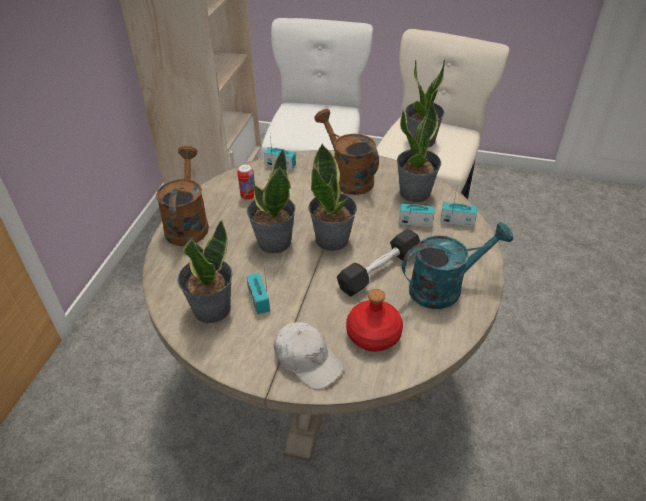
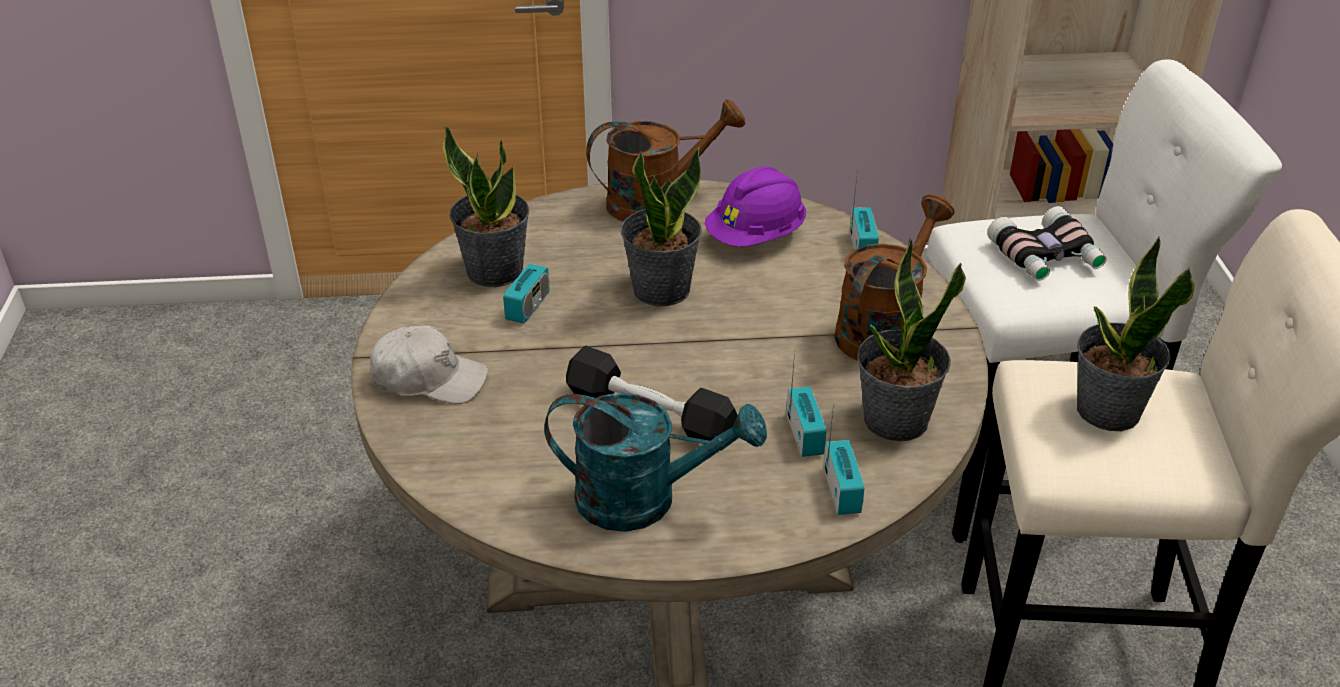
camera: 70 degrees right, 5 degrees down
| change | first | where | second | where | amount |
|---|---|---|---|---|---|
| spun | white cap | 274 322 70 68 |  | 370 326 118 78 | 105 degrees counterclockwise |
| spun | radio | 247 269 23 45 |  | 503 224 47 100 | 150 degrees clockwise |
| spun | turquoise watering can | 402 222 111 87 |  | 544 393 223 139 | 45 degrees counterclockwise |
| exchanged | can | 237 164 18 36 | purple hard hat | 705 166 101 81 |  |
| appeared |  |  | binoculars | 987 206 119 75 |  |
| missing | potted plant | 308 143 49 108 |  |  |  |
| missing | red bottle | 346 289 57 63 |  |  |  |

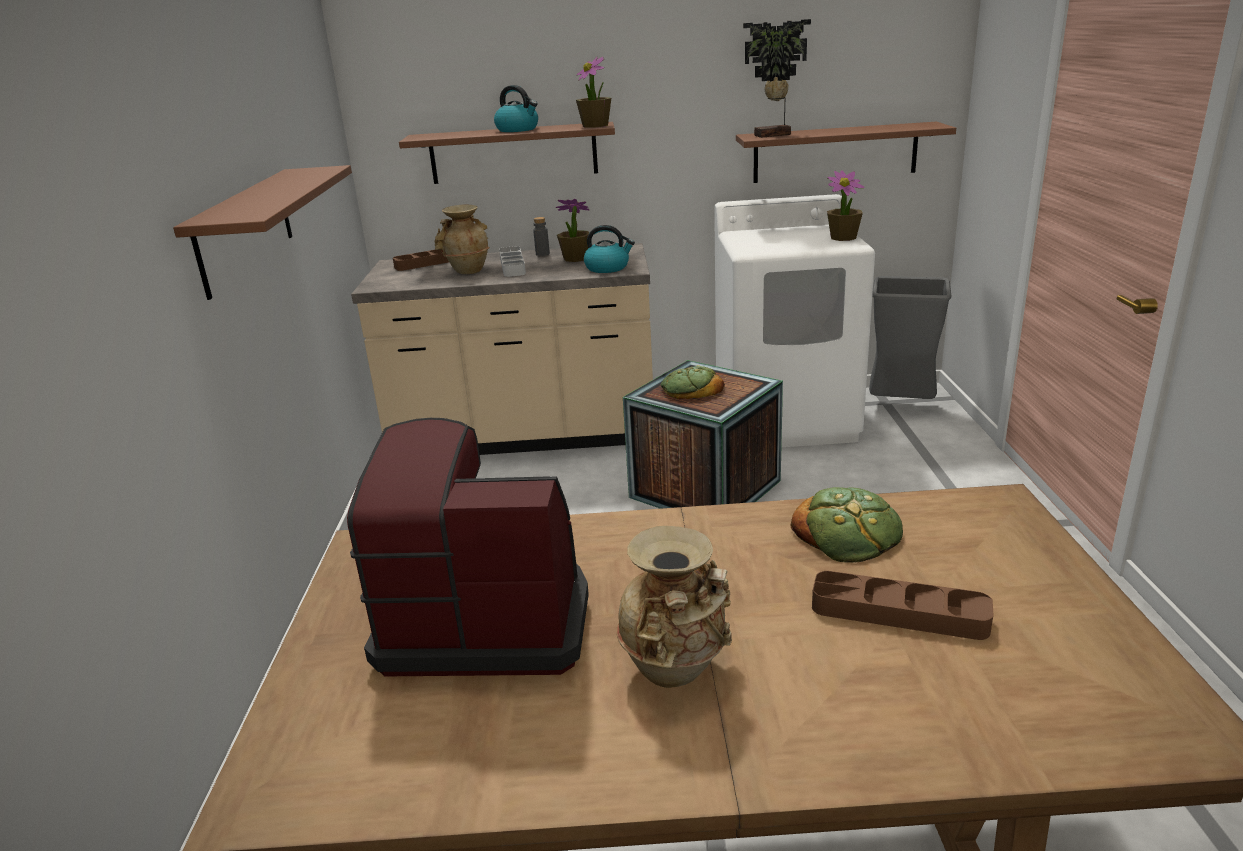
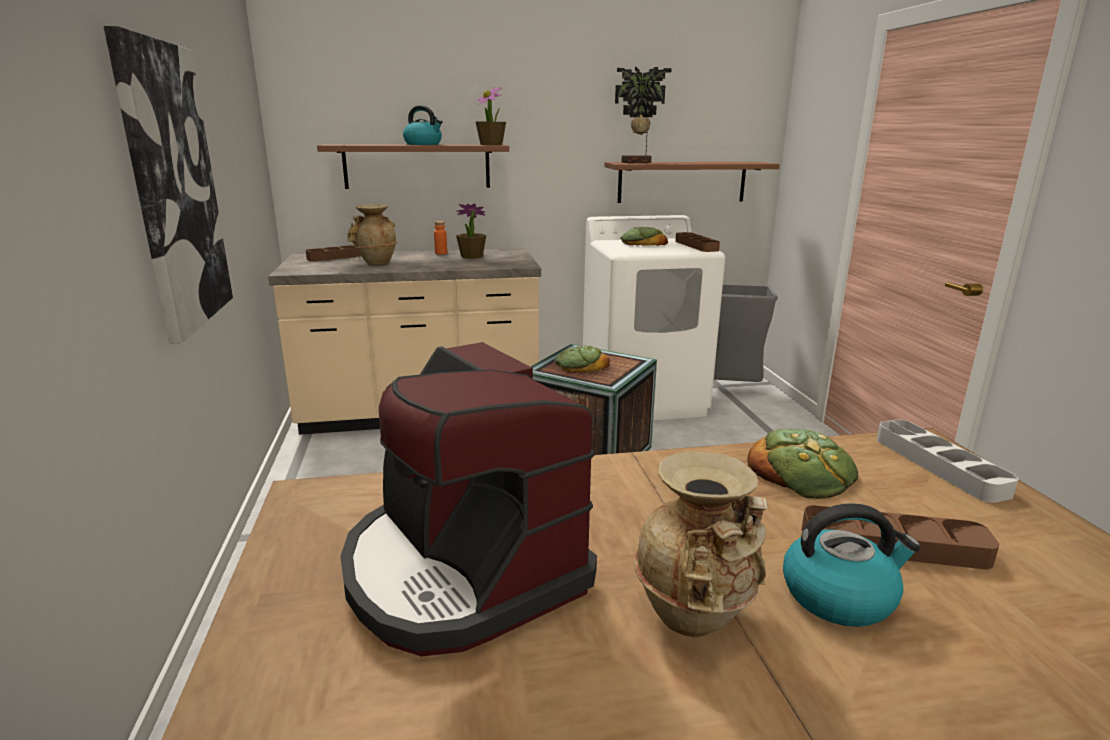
camera: 10 degrees left, 5 degrees down
| change | first | where | second | where | amount |
|---|---|---|---|---|---|
| exchanged | brown shelf | 173 165 179 135 | picture | 104 26 129 318 |  |
| spun | coffee machine | 347 418 242 259 |  | 340 342 257 314 | 120 degrees counterclockwise |
| colour | grey bottle | 533 217 17 39 | orange bottle | 434 221 13 33 |  |
| appeared |  |  | bread | 620 227 48 19 |  |
| exchanged | potted plant | 827 171 37 70 | brown tray | 675 232 45 20 |  |
| relocated | kettle | 584 225 51 48 |  | 783 503 138 124 |  |
| relocated | grey tray | 499 246 27 31 |  | 877 420 141 83 |  |

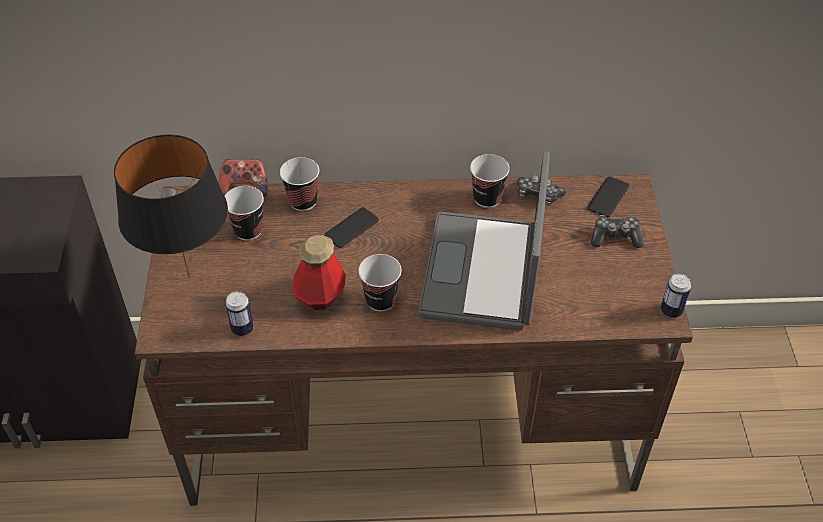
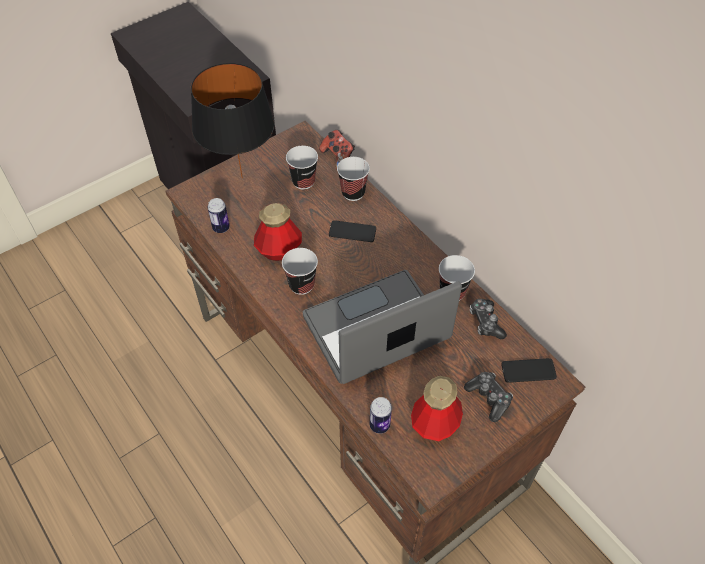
camera: 55 degrees right, 5 degrees up
| change | first | where | second | where | amount |
|---|---|---|---|---|---|
| relocated | can | 661 273 30 45 |  | 370 397 22 37 |  |
| appeared |  |  | bottle | 411 376 52 65 |  |

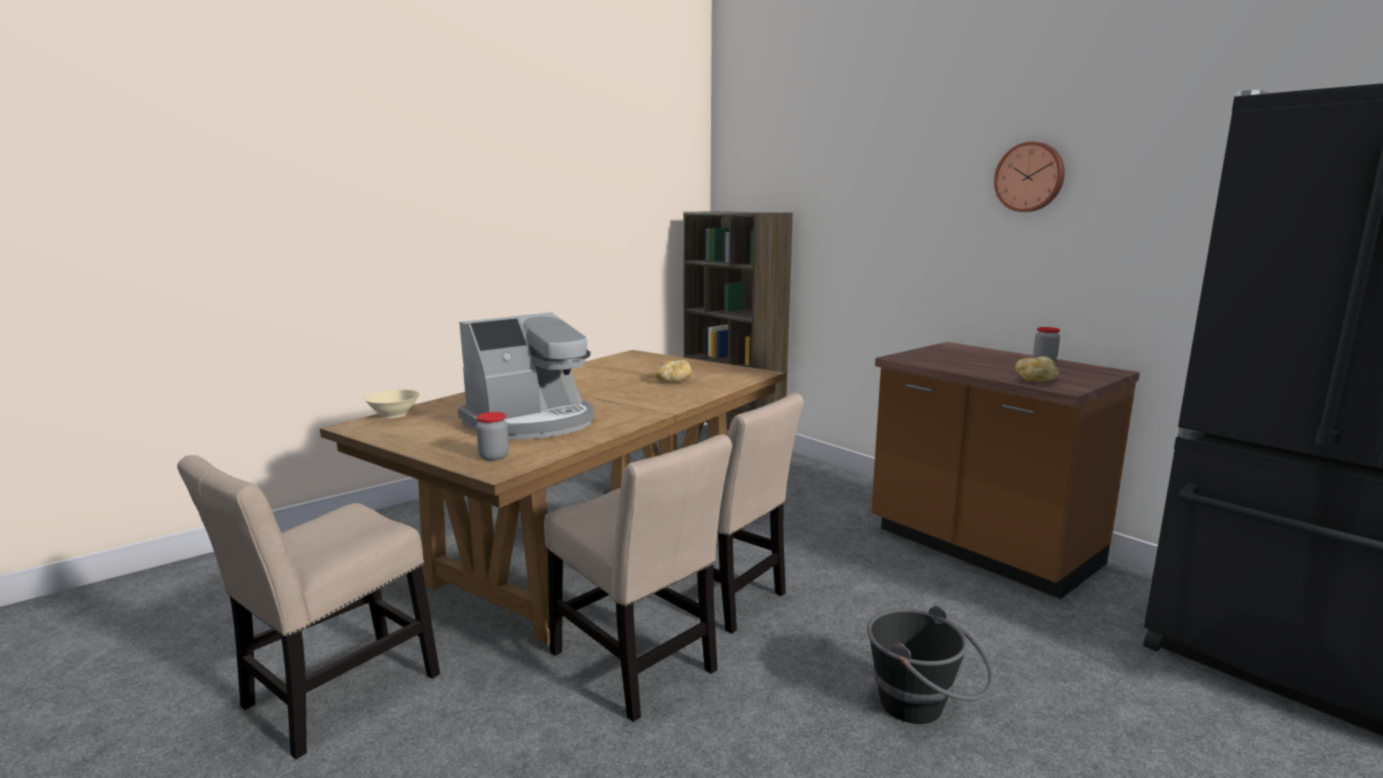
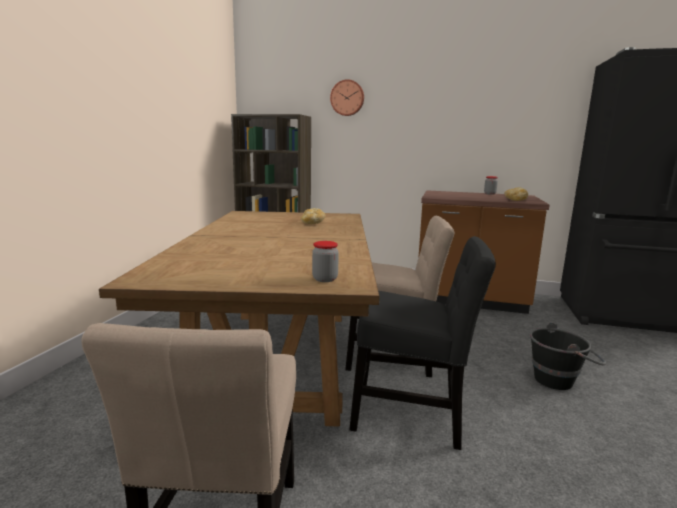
camera: 35 degrees left, 0 degrees up
| change | first | where | second | where | amount |
|---|---|---|---|---|---|
| relocated | wall clock | 994 142 71 70 |  | 330 79 34 37 |  |
| colour | beige chair | 544 434 188 288 | black chair | 349 236 147 214 |  |
| missing | beige bowl | 364 390 56 28 |  |  |  |
| missing | coffee machine | 458 312 136 128 |  |  |  |

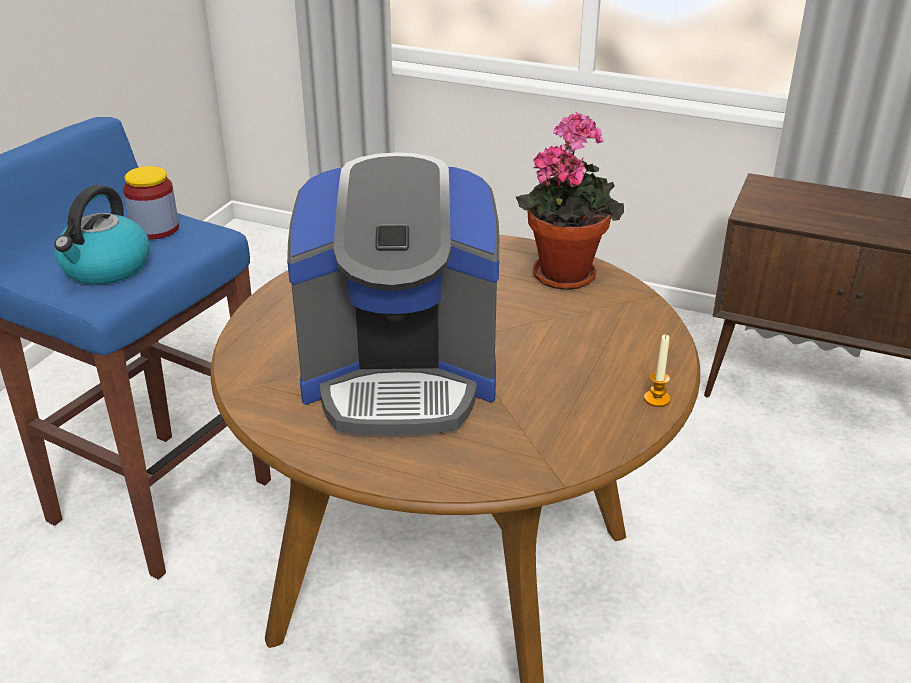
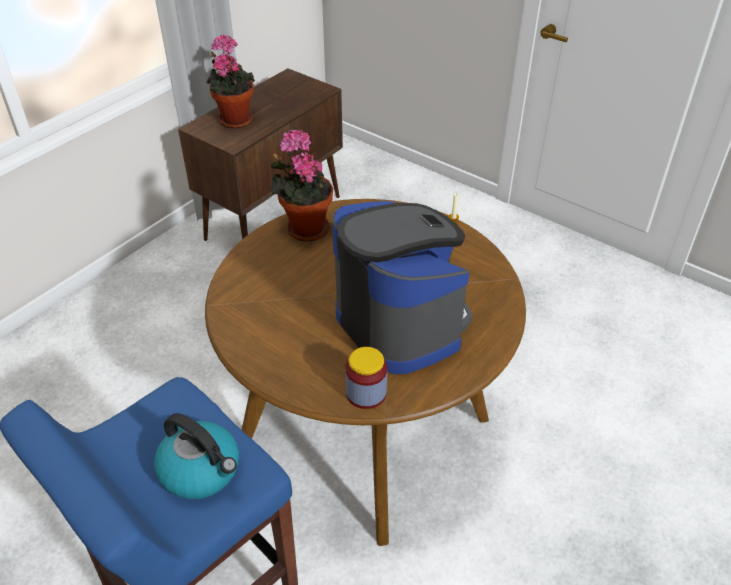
camera: 75 degrees left, 10 degrees up
| change | first | where | second | where | amount |
|---|---|---|---|---|---|
| appeared |  |  | potted plant | 206 35 49 94 |  |
| spun | coffee machine | 287 152 213 283 |  | 332 201 141 173 | 45 degrees counterclockwise |
| relocated | jar | 123 166 56 74 |  | 345 347 42 62 |  |

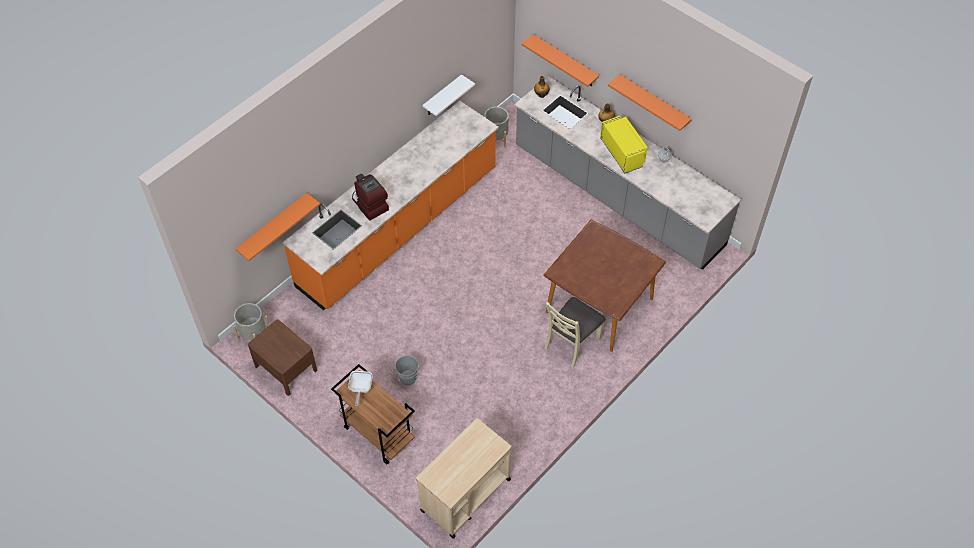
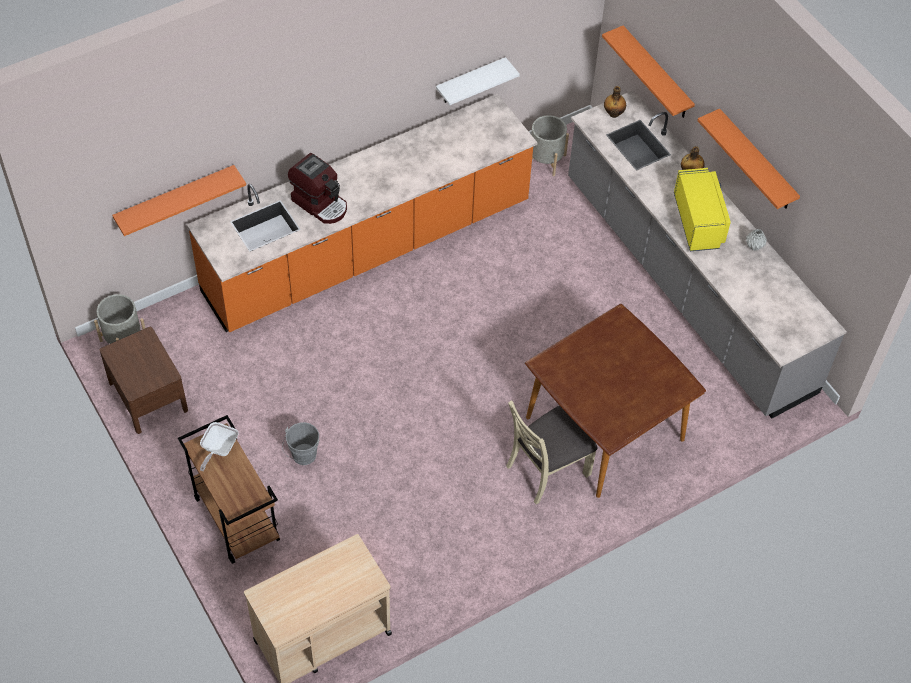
camera: 15 degrees right, 0 degrees up
| change | first | where | second | where | amount |
|---|---|---|---|---|---|
| spun | coffee machine | 352 174 37 47 |  | 288 153 59 71 | 150 degrees clockwise |

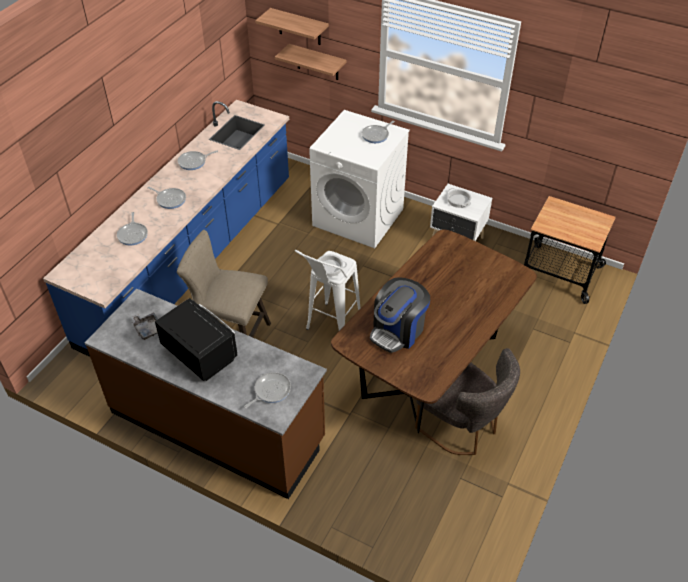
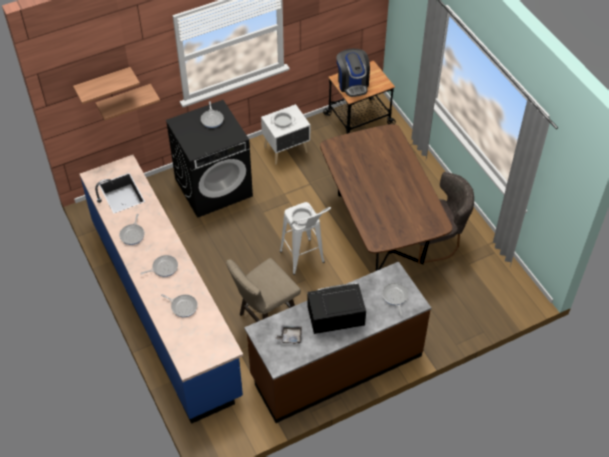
camera: 55 degrees left, 5 degrees up
| change | first | where | second | where | amount |
|---|---|---|---|---|---|
| colour | white washing machine | 309 110 101 138 | black washing machine | 166 100 87 118 |  |
| relocated | coffee machine | 370 277 60 76 |  | 336 49 34 48 |  |

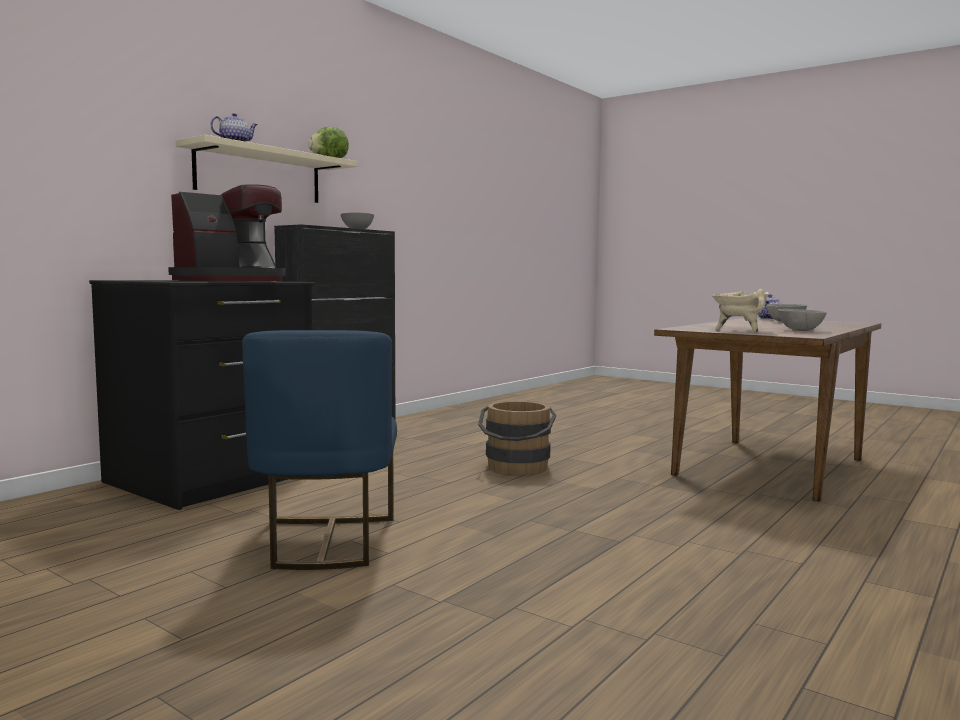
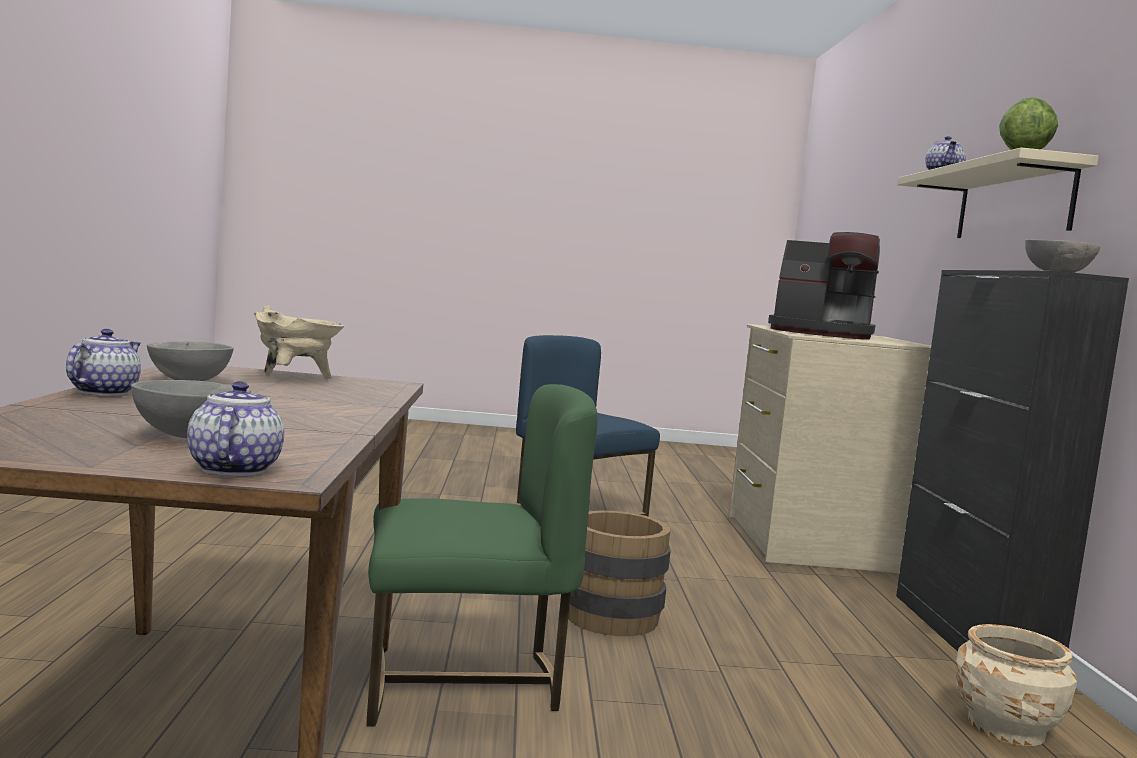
camera: 140 degrees right, 0 degrees up
| change | first | where | second | where | amount |
|---|---|---|---|---|---|
| appeared |  |  | teapot | 66 329 75 67 |  |
| appeared |  |  | green chair | 367 384 231 343 |  |
| colour | black dresser | 89 280 225 230 | beige dresser | 729 324 202 249 |  |
| spun | coffee machine | 168 184 117 97 |  | 768 232 112 108 | 75 degrees counterclockwise |
| appeared |  |  | beige planter | 956 624 121 122 |  |

